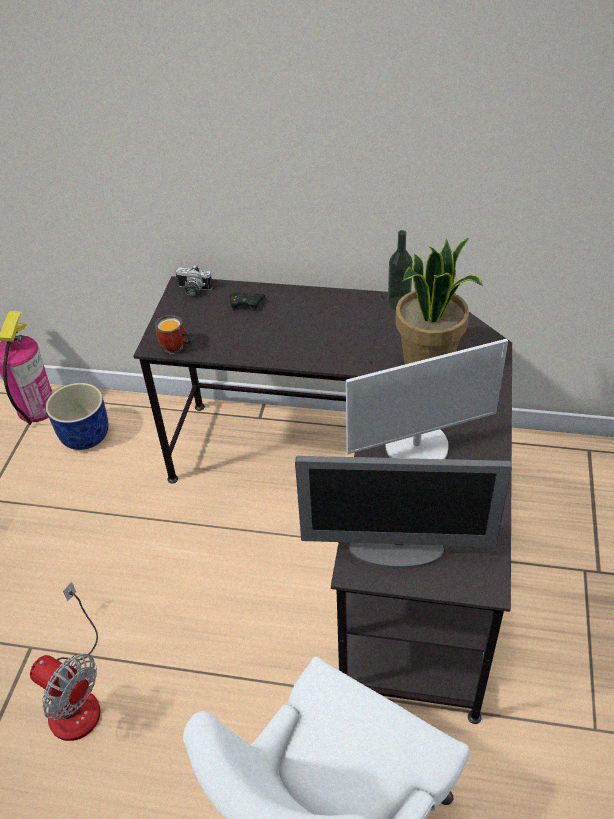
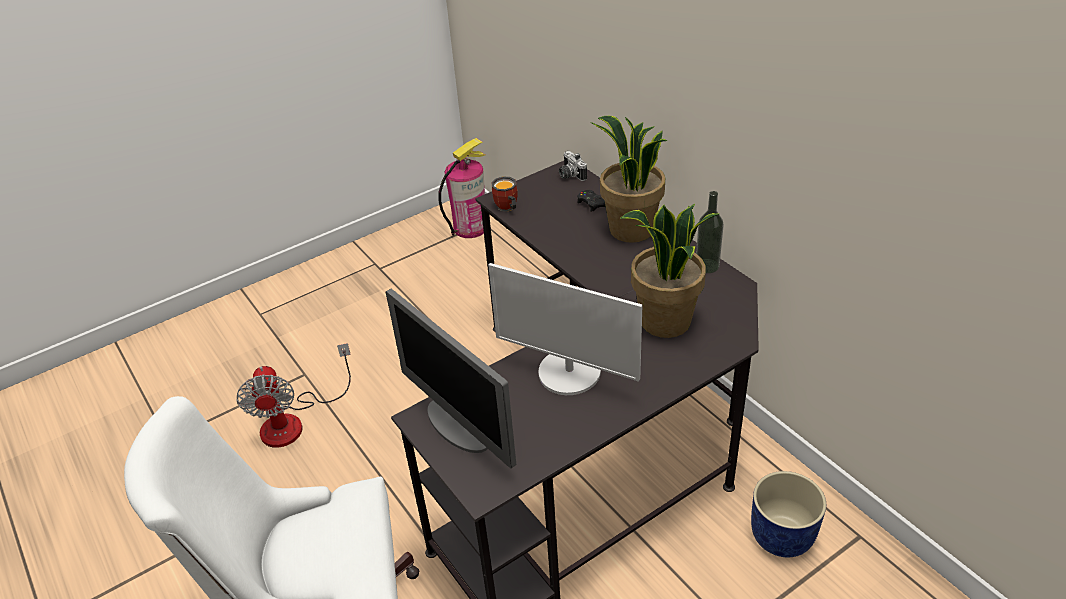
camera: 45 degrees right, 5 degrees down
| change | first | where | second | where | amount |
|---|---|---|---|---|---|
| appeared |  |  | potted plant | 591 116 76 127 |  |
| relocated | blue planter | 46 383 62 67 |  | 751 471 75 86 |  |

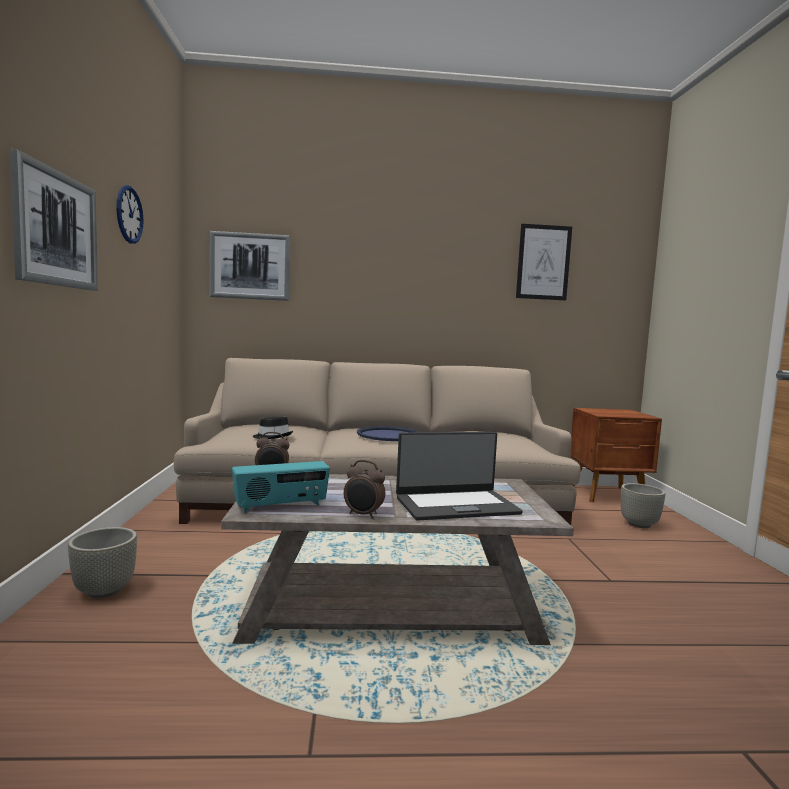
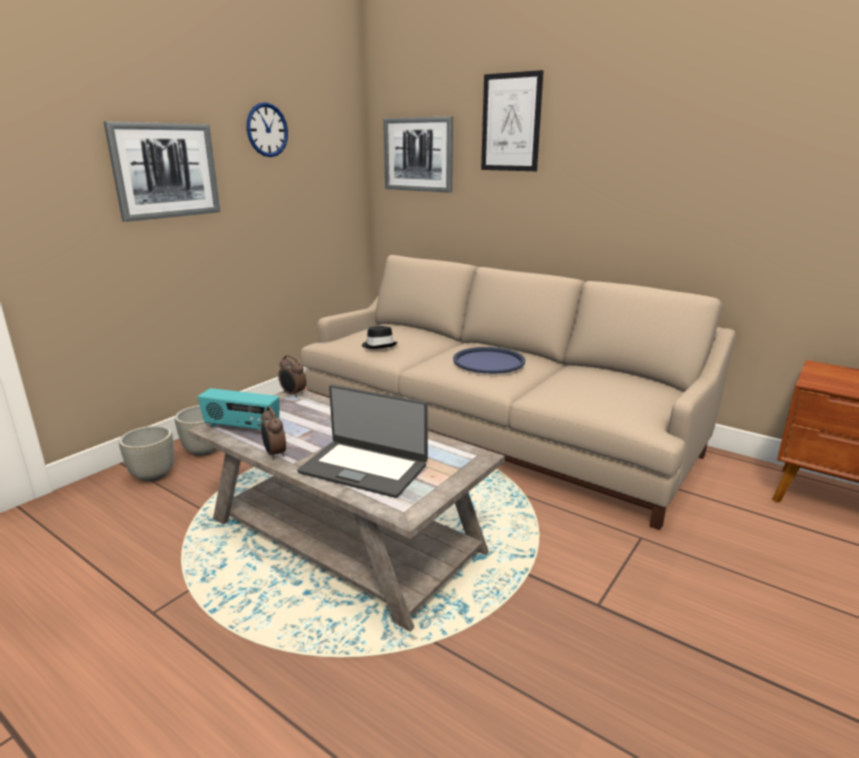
camera: 40 degrees right, 15 degrees up
| change | first | where | second | where | amount |
|---|---|---|---|---|---|
| relocated | grey planter | 621 483 44 45 |  | 119 426 55 56 |  |
| relocated | picture | 516 224 56 76 |  | 481 70 62 101 |  |

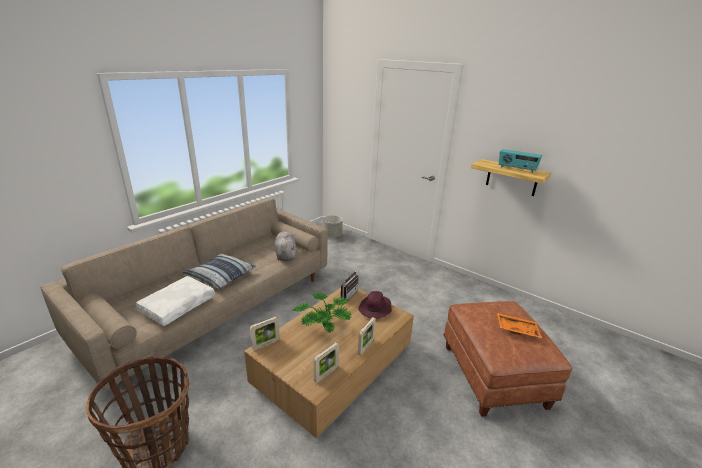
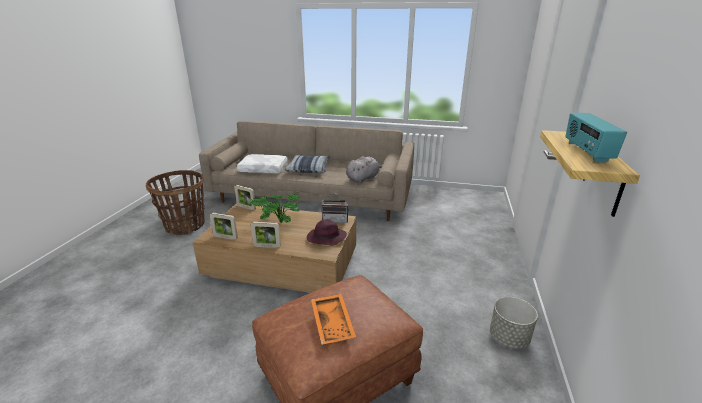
camera: 65 degrees right, 0 degrees up
| change | first | where | second | where | amount |
|---|---|---|---|---|---|
| relocated | grey planter | 323 215 20 23 |  | 490 297 48 52 |  |

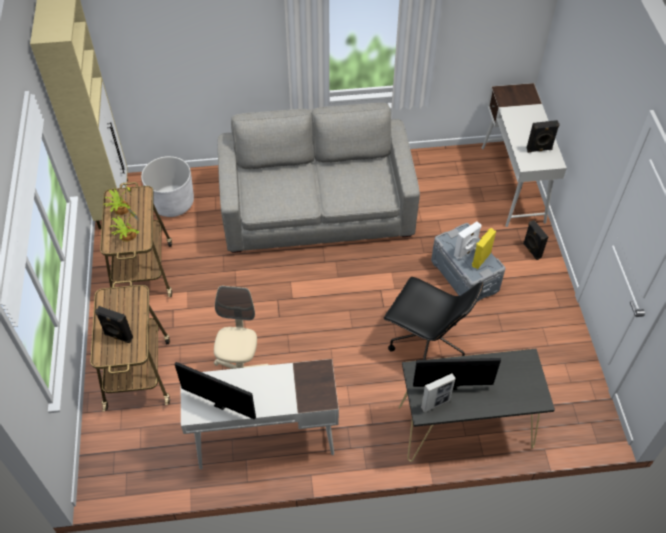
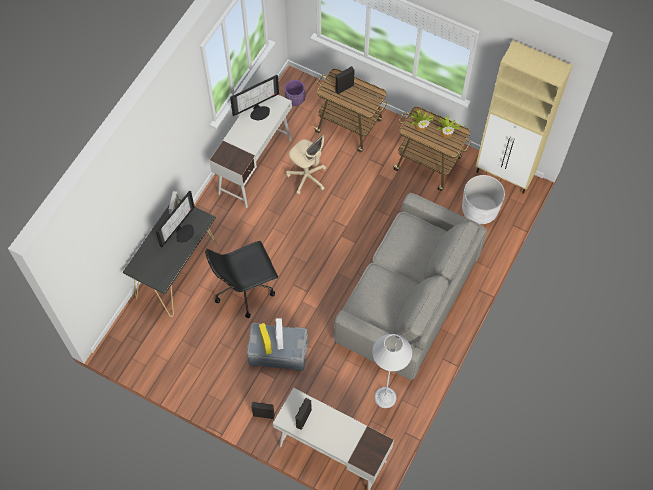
camera: 125 degrees right, 10 degrees up
| change | first | where | second | where | amount |
|---|---|---|---|---|---|
| appeared |  |  | purple planter | 285 80 20 26 |  |
| appeared |  |  | grey floor lamp | 372 334 40 74 |  |

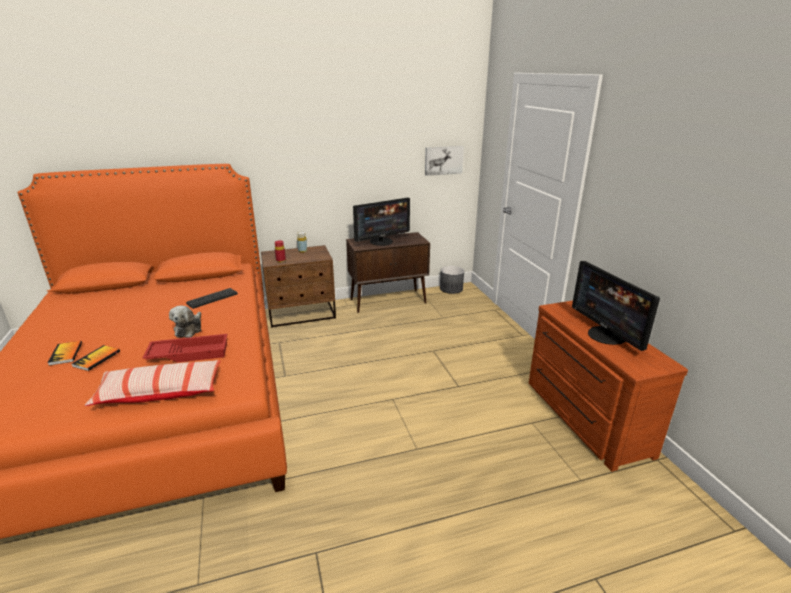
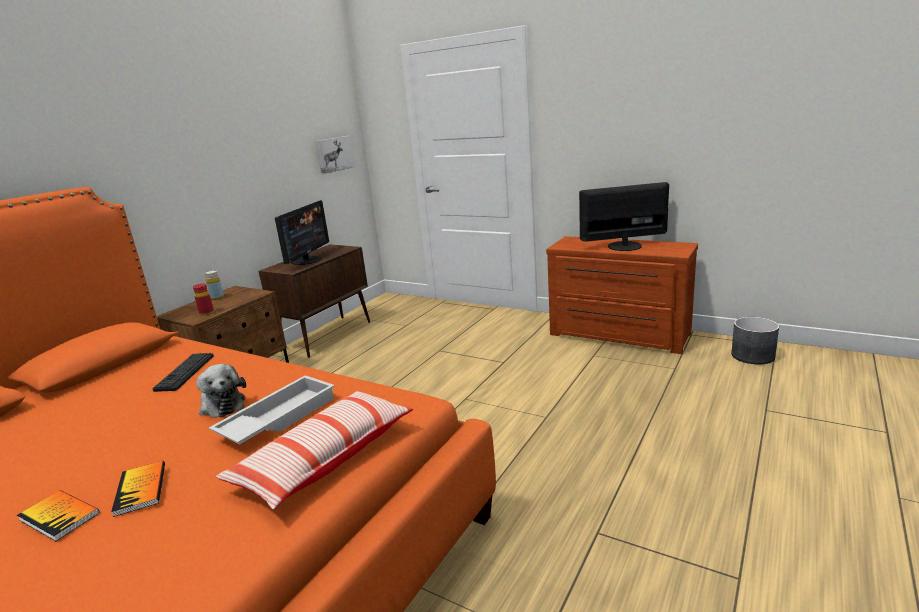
camera: 40 degrees left, 5 degrees down
| change | first | where | second | where | amount |
|---|---|---|---|---|---|
| colour | red tray | 143 334 84 29 | white tray | 209 375 126 69 |  |
| spun | monitor | 572 261 88 90 |  | 579 182 90 69 | 150 degrees clockwise |
| relocated | grey planter | 440 266 24 28 |  | 731 317 48 48 |  |

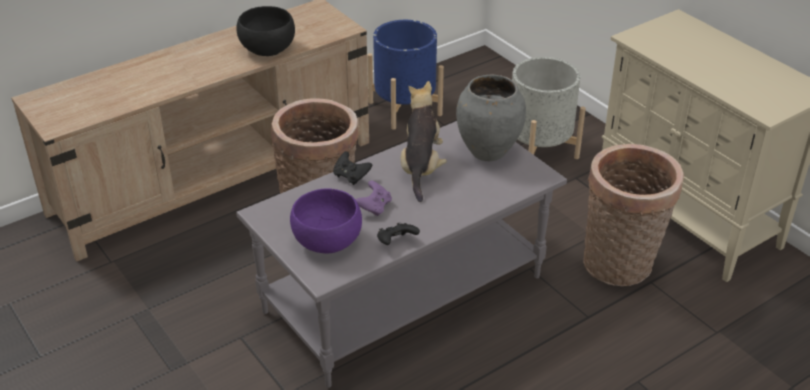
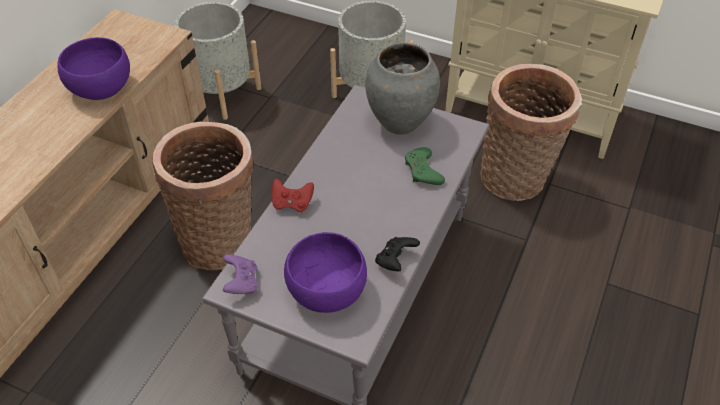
camera: 30 degrees left, 10 degrees up
| change | first | where | second | where | amount |
|---|---|---|---|---|---|
| colour | black bowl | 236 6 59 50 | purple bowl | 57 37 73 63 |  |
| colour | blue planter | 367 20 77 110 | grey planter | 175 2 87 118 |  |
| relocated | purple game controller | 355 181 37 35 |  | 223 254 35 40 |  |
| colour | black game controller | 333 151 39 34 | red game controller | 271 179 43 33 |  |
| appeared |  |  | green game controller | 405 147 40 38 |  |
| missing | plush toy | 401 81 46 121 |  |  |  |

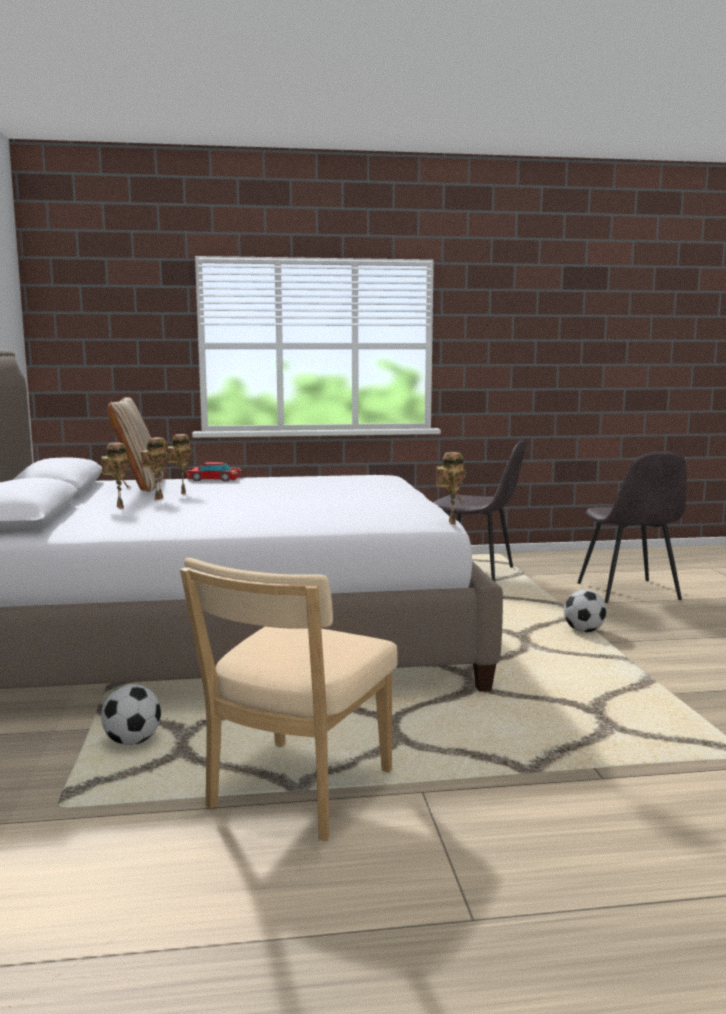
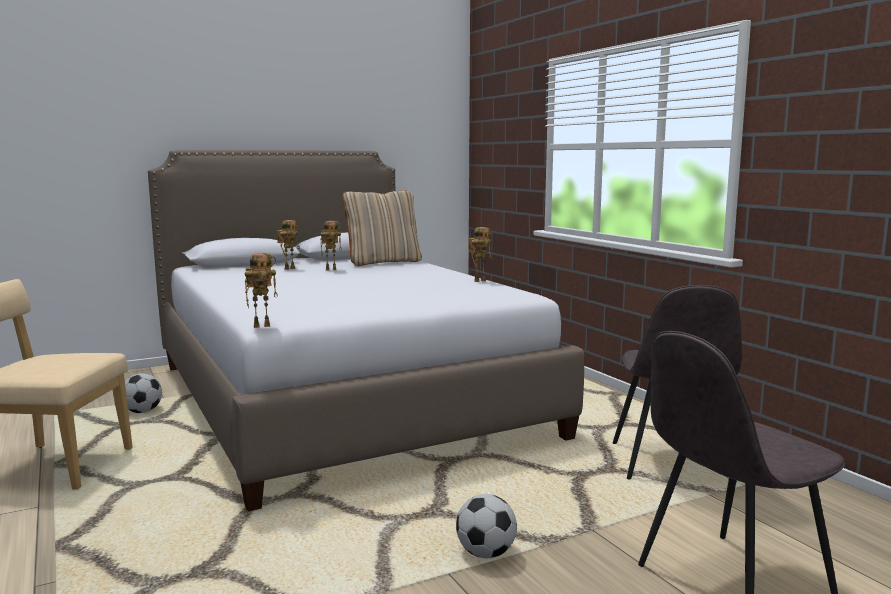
camera: 70 degrees right, 0 degrees up
| change | first | where | second | where | amount |
|---|---|---|---|---|---|
| relocated | toy robot | 167 434 25 60 |  | 468 227 24 55 |  |
| missing | toy car | 186 462 56 19 |  |  |  |

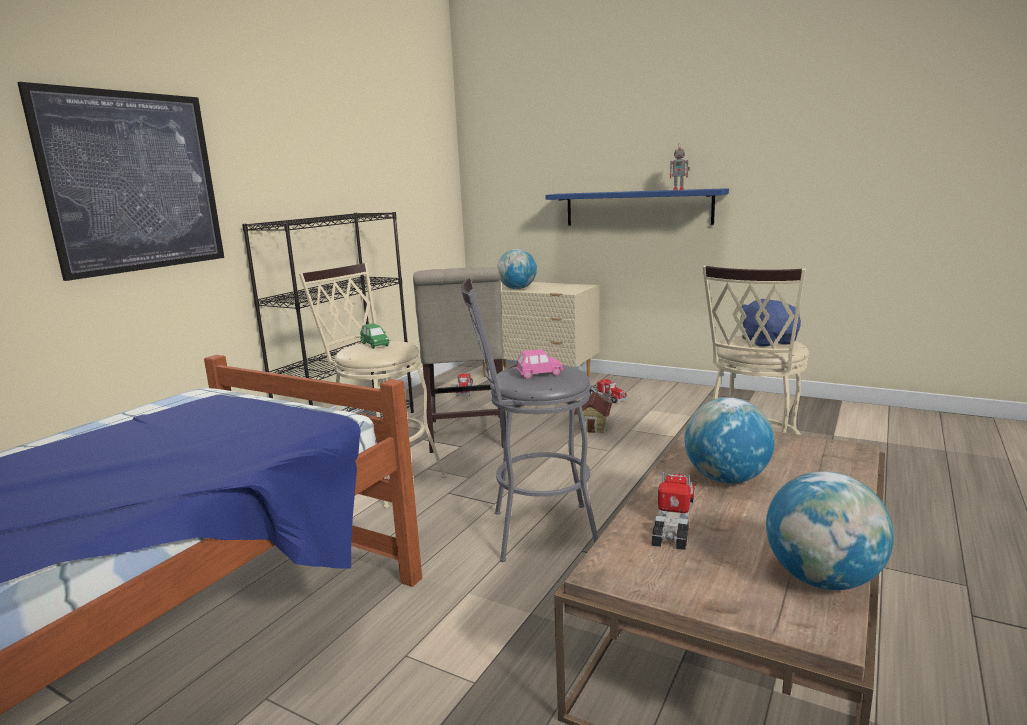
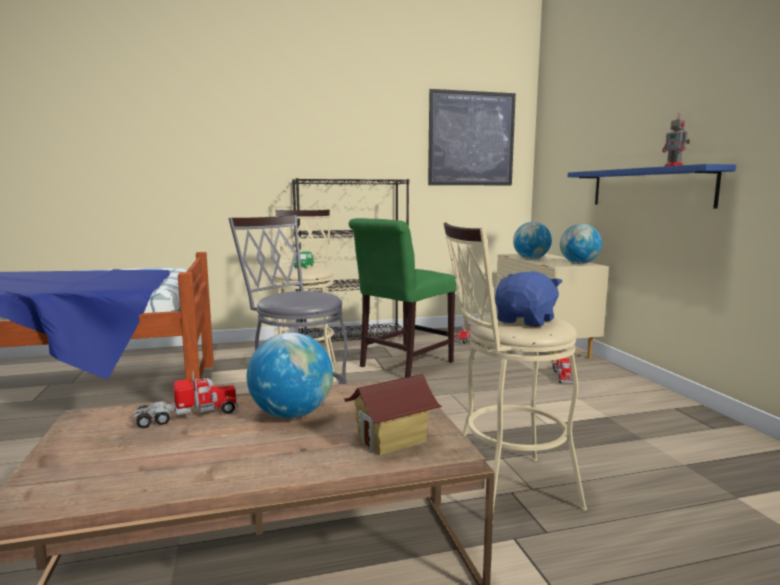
camera: 45 degrees right, 5 degrees down
| change | first | where | second | where | amount |
|---|---|---|---|---|---|
| relocated | toy house | 574 392 38 41 |  | 344 374 98 82 |  |
| colour | beige chair | 413 267 93 186 | green chair | 349 218 108 160 |  |
| relocated | picture | 17 82 207 199 |  | 428 89 88 96 |  |
| relocated | globe | 766 471 128 119 |  | 560 224 42 40 |  |
| missing | pink toy car | 516 349 48 30 |  |  |  |

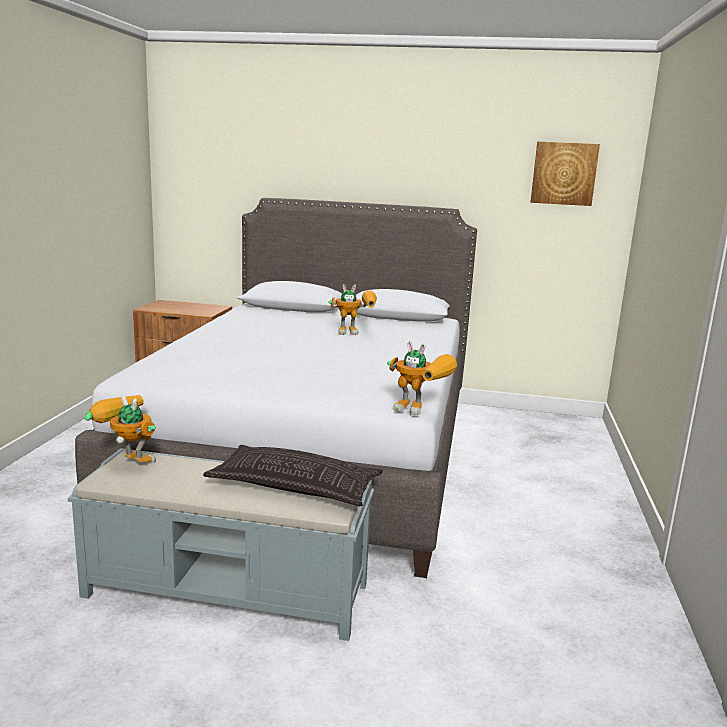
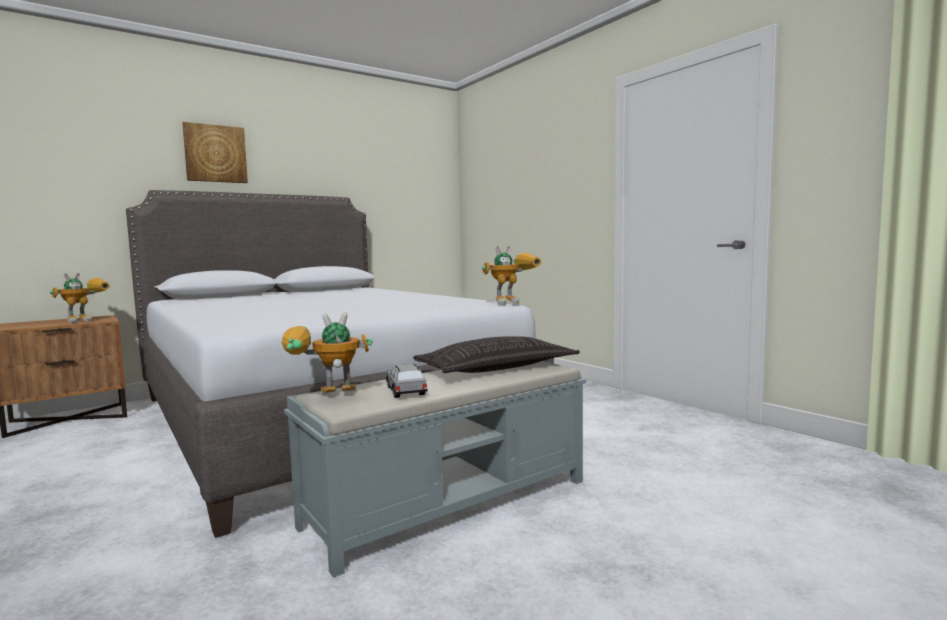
camera: 45 degrees left, 10 degrees down
| change | first | where | second | where | amount |
|---|---|---|---|---|---|
| relocated | toy robot | 329 284 48 51 |  | 50 273 60 50 |  |
| relocated | picture | 531 142 69 64 |  | 182 122 66 61 |  |
| appeared |  |  | grey toy car | 386 364 42 34 |  |

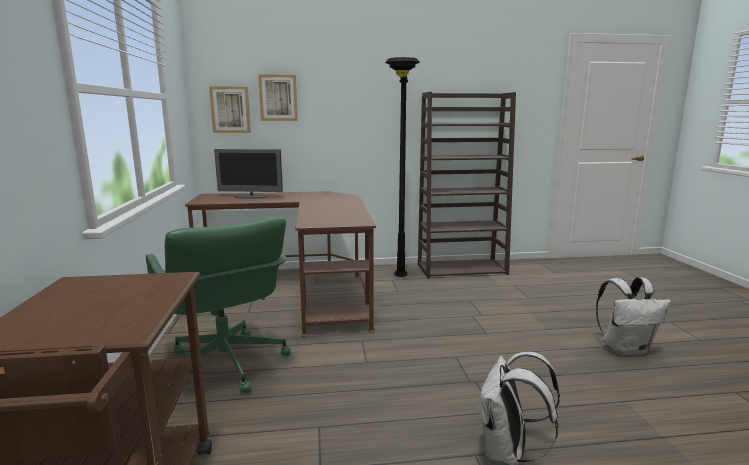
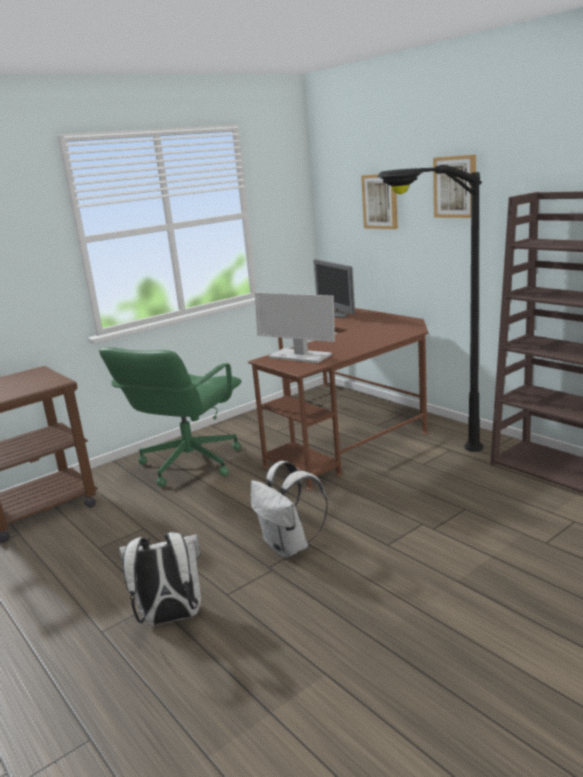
camera: 60 degrees right, 5 degrees up
| change | first | where | second | where | amount |
|---|---|---|---|---|---|
| relocated | white backpack | 596 277 75 79 |  | 250 461 78 97 |  |
| appeared |  |  | monitor | 255 293 80 70 |  |
| relocated | picture | 209 86 42 47 |  | 433 155 43 63 |  |

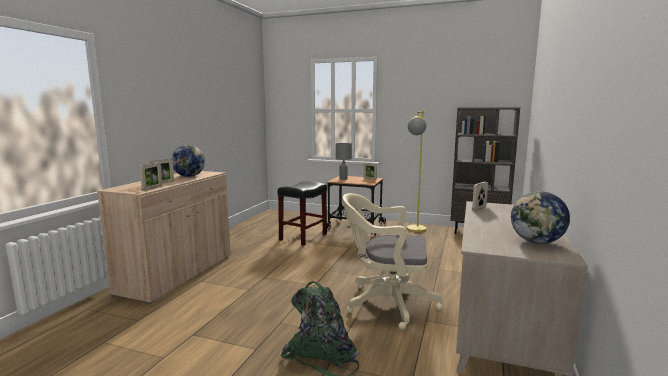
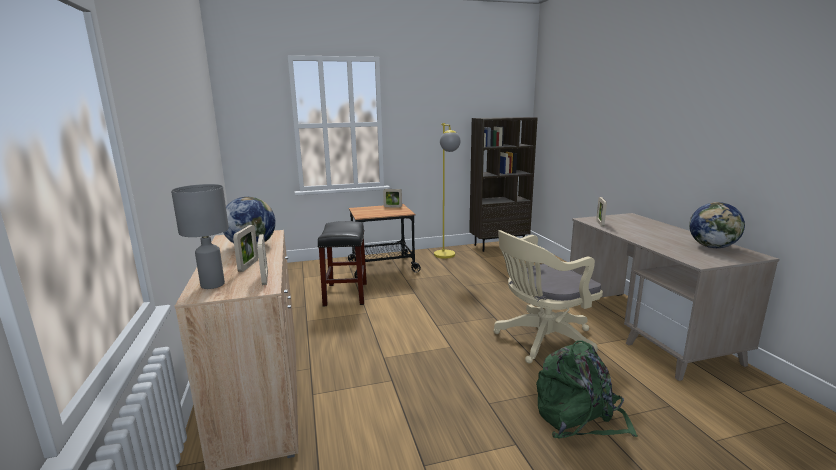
camera: 35 degrees left, 5 degrees up
| change | first | where | second | where | amount |
|---|---|---|---|---|---|
| relocated | grey table lamp | 336 143 16 37 |  | 171 184 58 105 |  |

